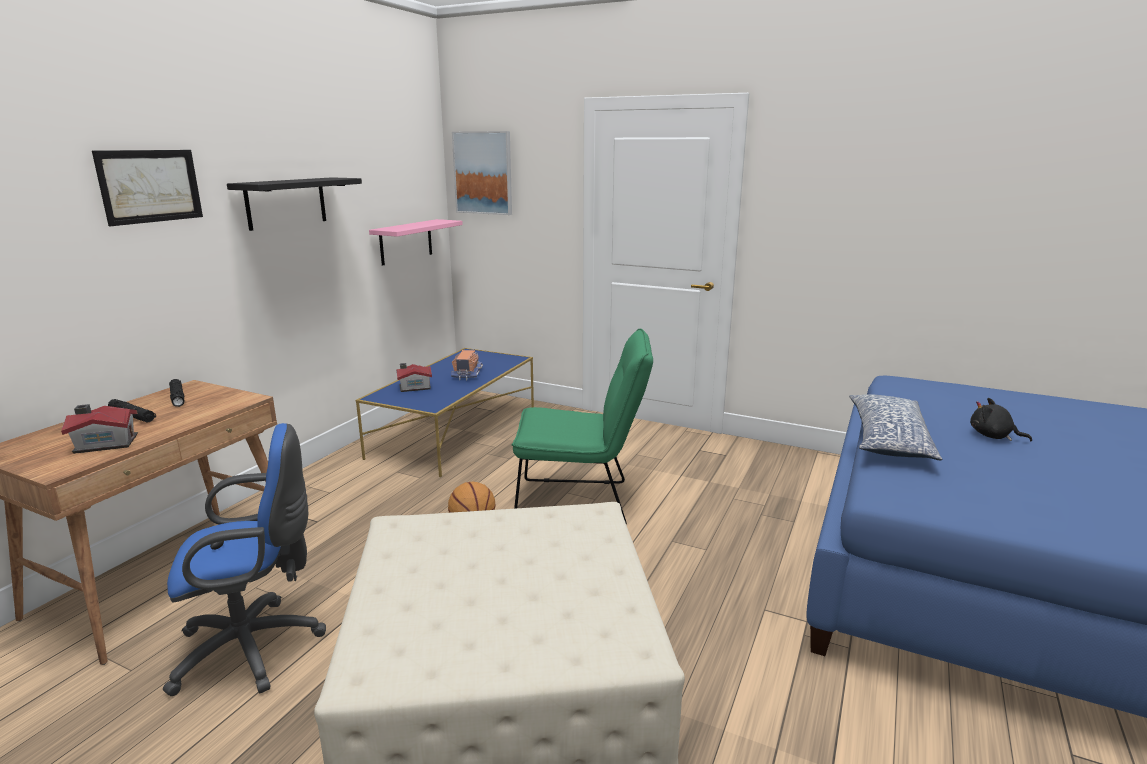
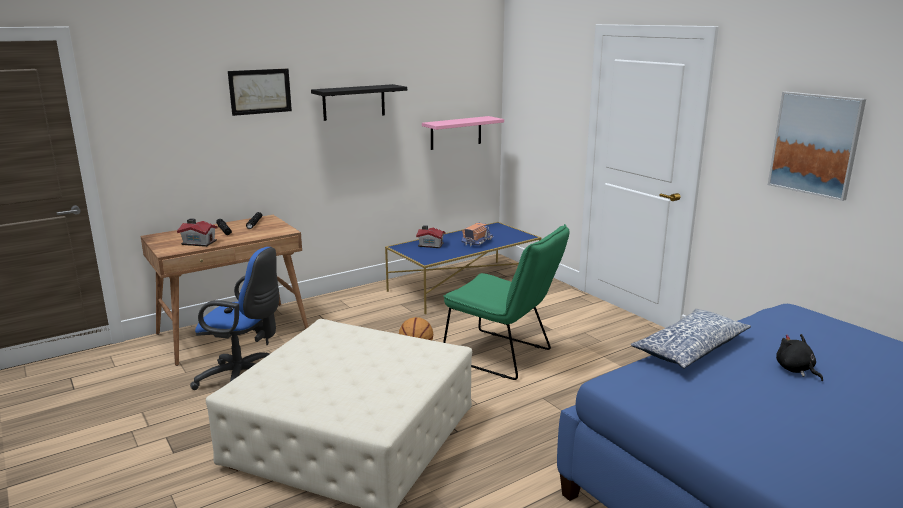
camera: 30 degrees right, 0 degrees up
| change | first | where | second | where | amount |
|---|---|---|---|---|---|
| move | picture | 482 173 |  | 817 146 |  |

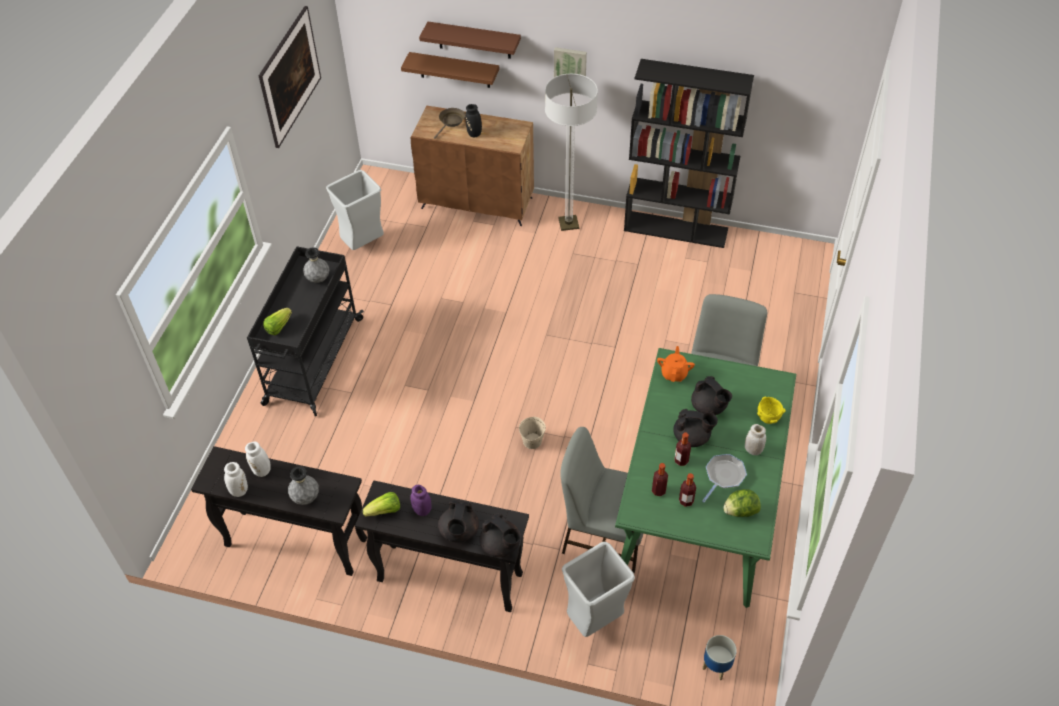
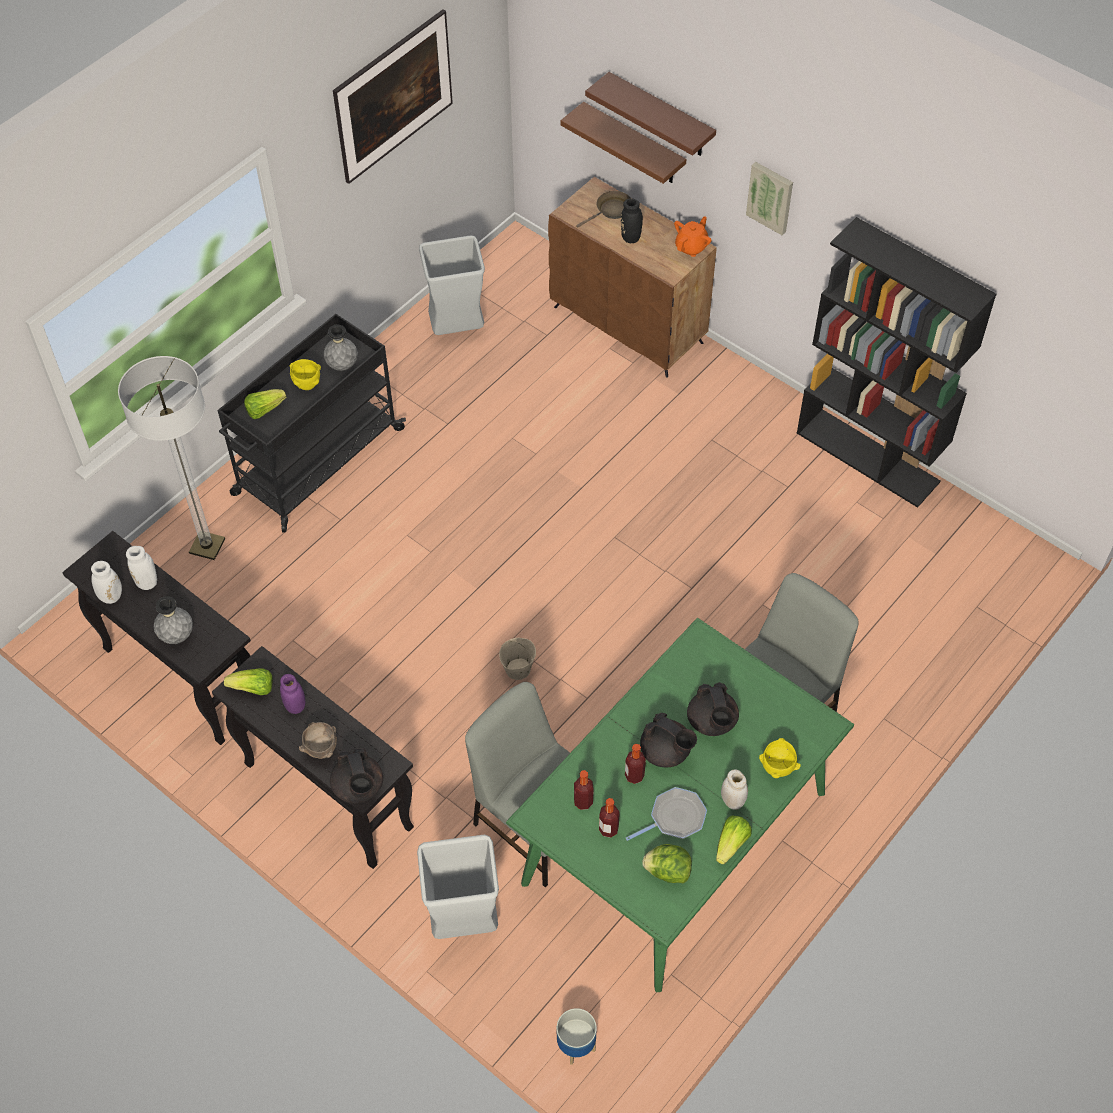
camera: 25 degrees right, 5 degrees up
| change | first | where | second | where | amount |
|---|---|---|---|---|---|
| move | floor lamp | 571 152 |  | 171 458 |  |
| insert |  |  | bowl/yellow | 305 374 |  |
| replace | teapot/black | 458 521 | bowl/brown | 318 740 |  |
| move | teapot/orange | 676 364 |  | 692 236 |  |
| insert |  |  | lettuce | 734 840 |  |

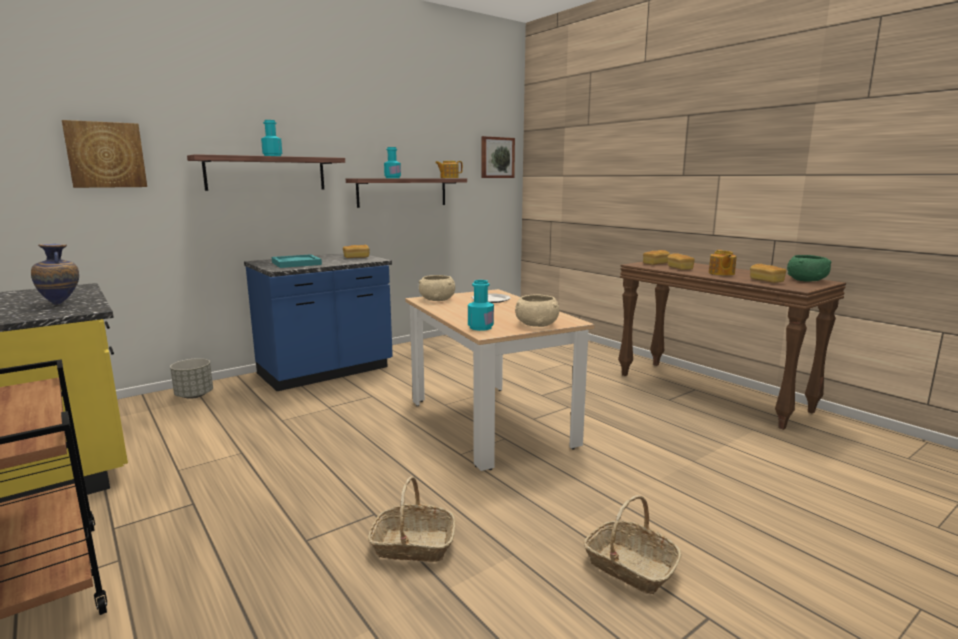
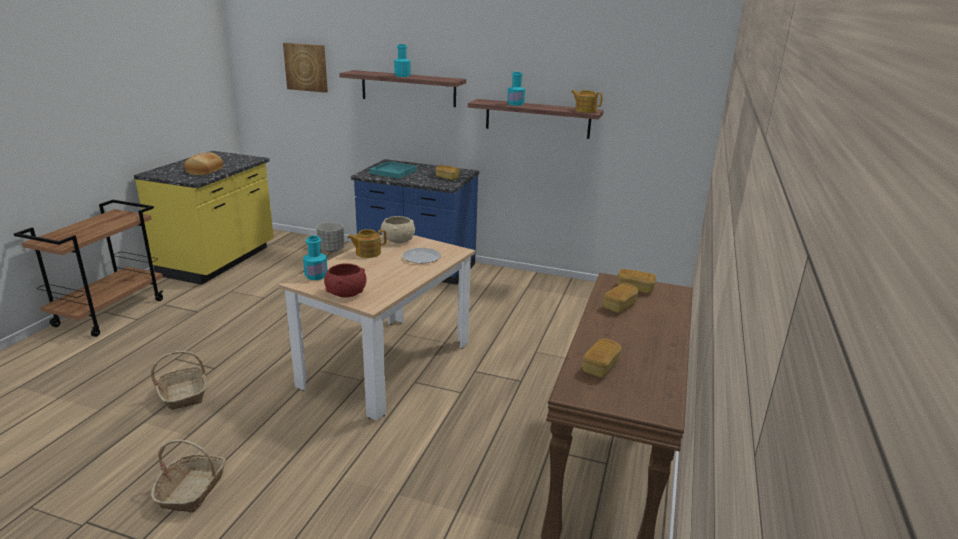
camera: 55 degrees right, 10 degrees up
| change | first | where | second | where | amount |
|---|---|---|---|---|---|
| replace | vase | 55 274 | bread | 203 163 |  |
| recolor | bowl/beige | 537 311 | bowl/red | 345 280 |  |
| move | teapot | 723 263 |  | 366 243 |  |
| delete | picture | 498 157 |  |  |  |
| delete | bowl/green | 809 268 |  |  |  |

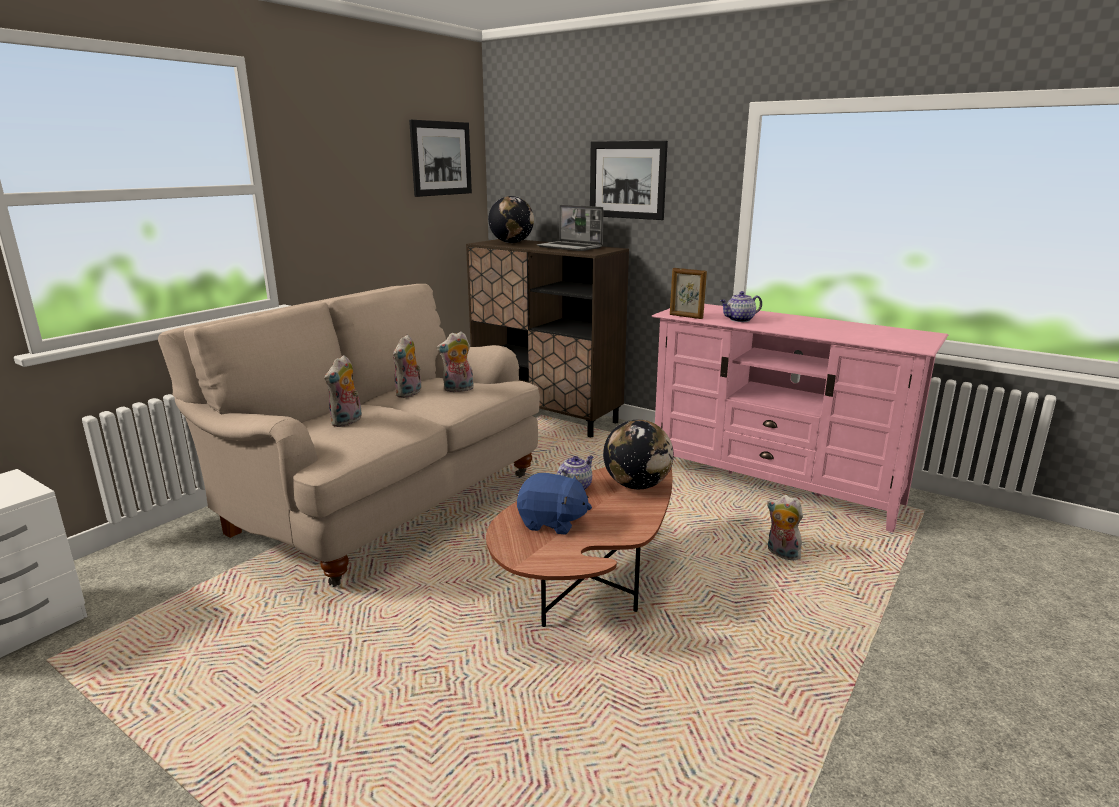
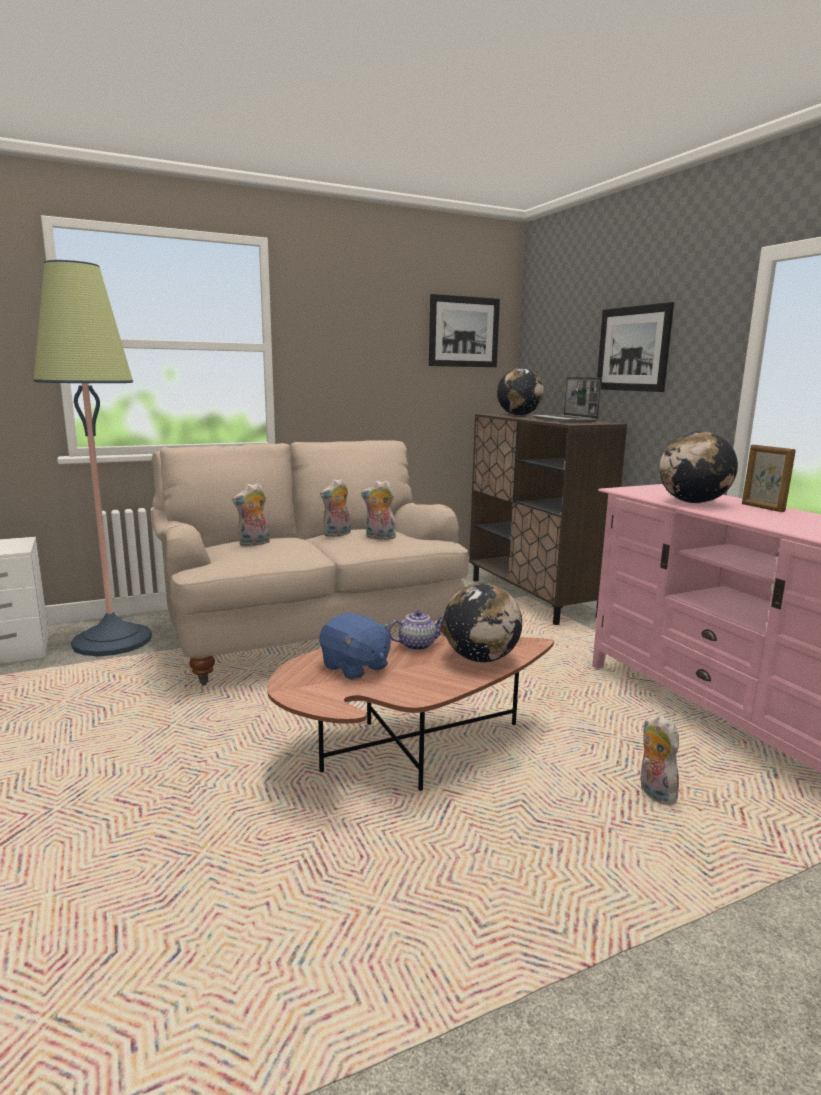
camera: 30 degrees right, 5 degrees down
| change | first | where | second | where | amount |
|---|---|---|---|---|---|
| insert |  |  | floor lamp | 92 458 |  |
| replace | teapot | 741 306 | globe | 698 467 |  |
| move | picture frame | 688 293 |  | 769 478 |  |

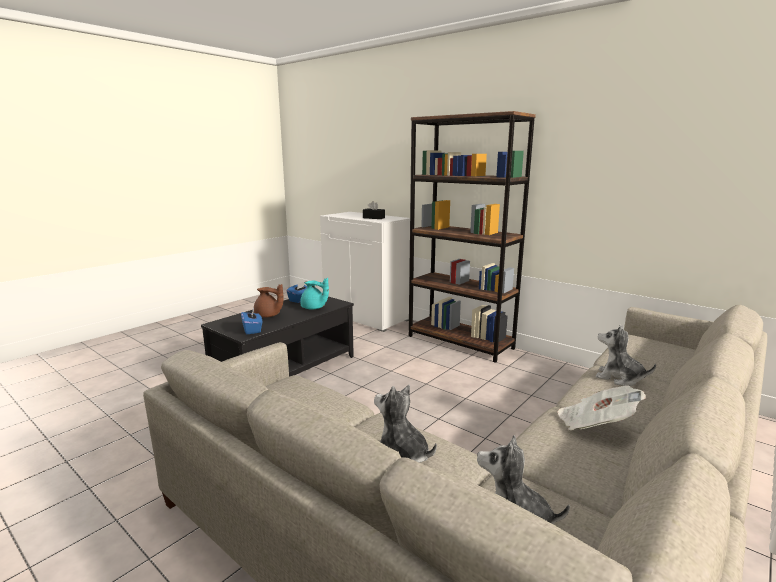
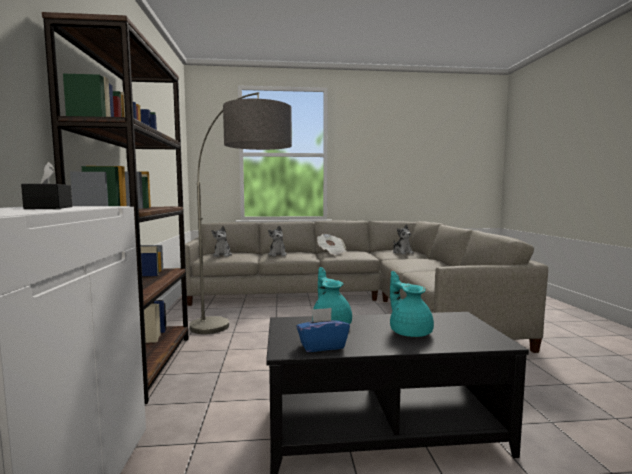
camera: 135 degrees left, 10 degrees down
| change | first | where | second | where | amount |
|---|---|---|---|---|---|
| insert |  |  | floor lamp | 240 213 |  |
| move | plush toy | 405 424 |  | 221 241 |  |
| recolor | teapot/brown | 269 301 | teapot/turquoise | 412 304 |  |
| delete | tissue box/blue | 251 321 |  |  |  |

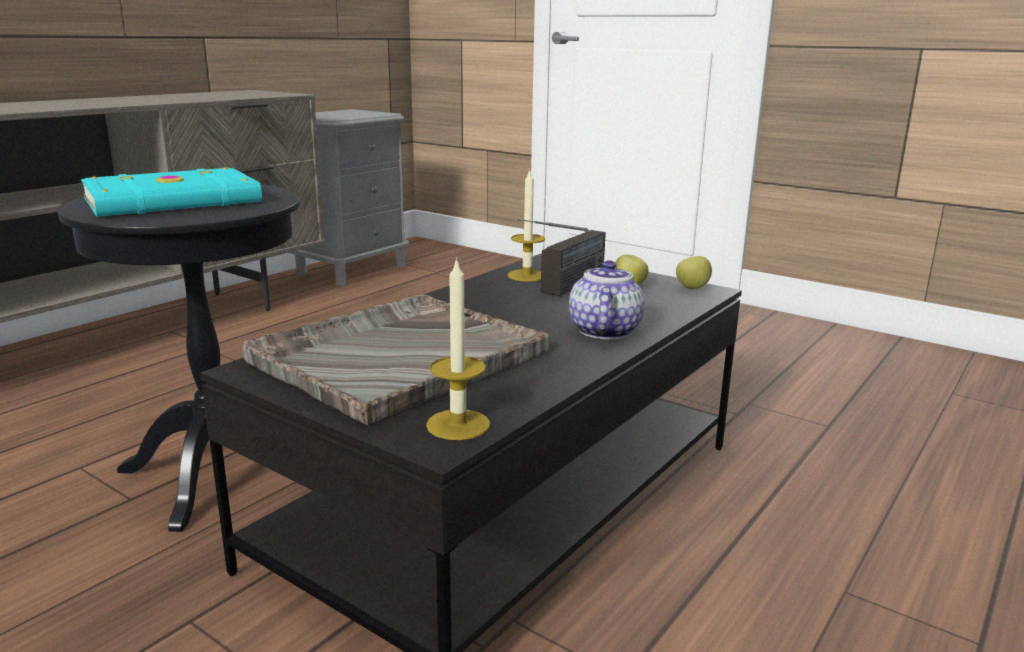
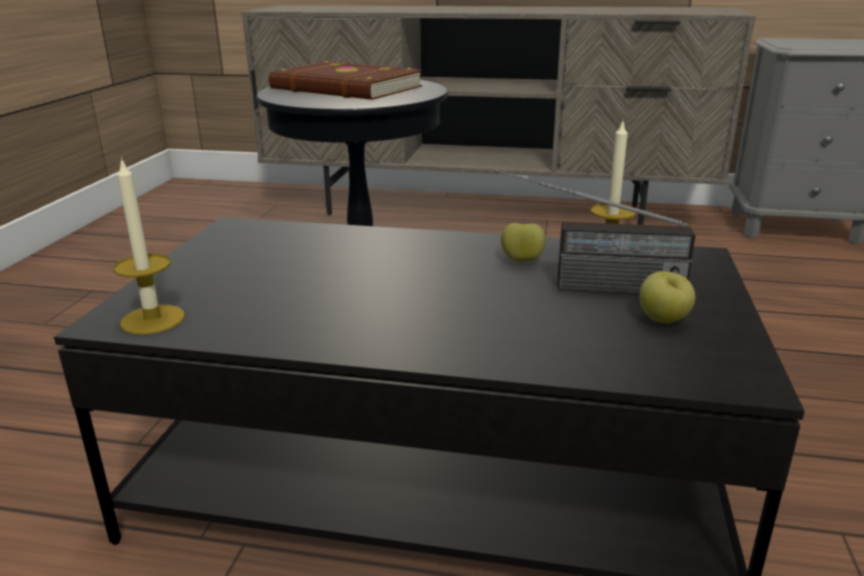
camera: 65 degrees right, 5 degrees up
| change | first | where | second | where | amount |
|---|---|---|---|---|---|
| recolor | book/turquoise | 171 192 | book/brown | 345 80 |  |
| move | apple | 694 272 |  | 523 242 |  |
| delete | tray/grey | 396 360 |  |  |  |
| delete | teapot | 607 300 |  |  |  |

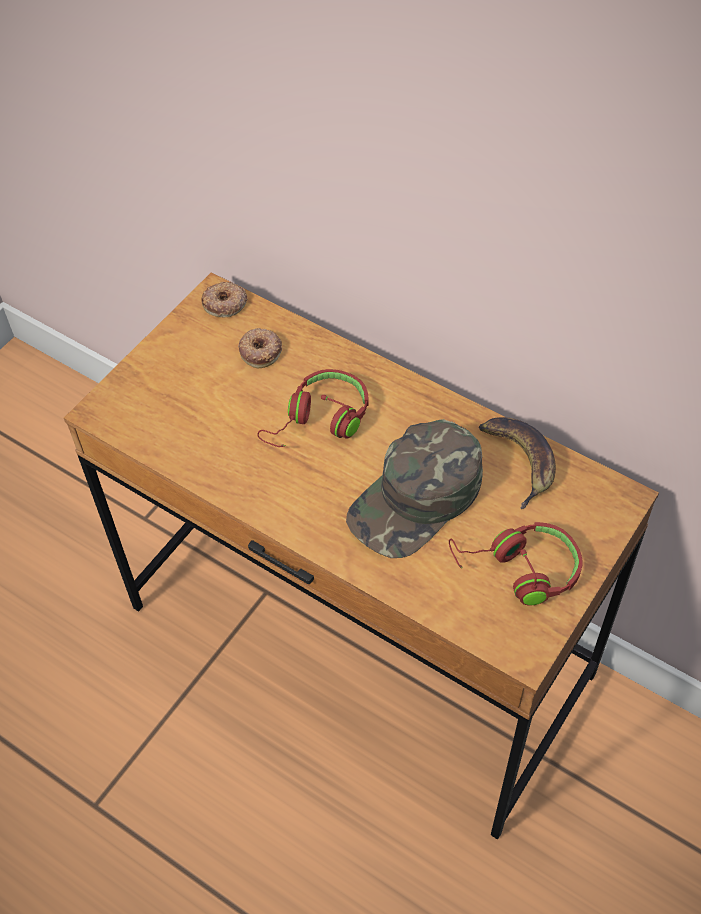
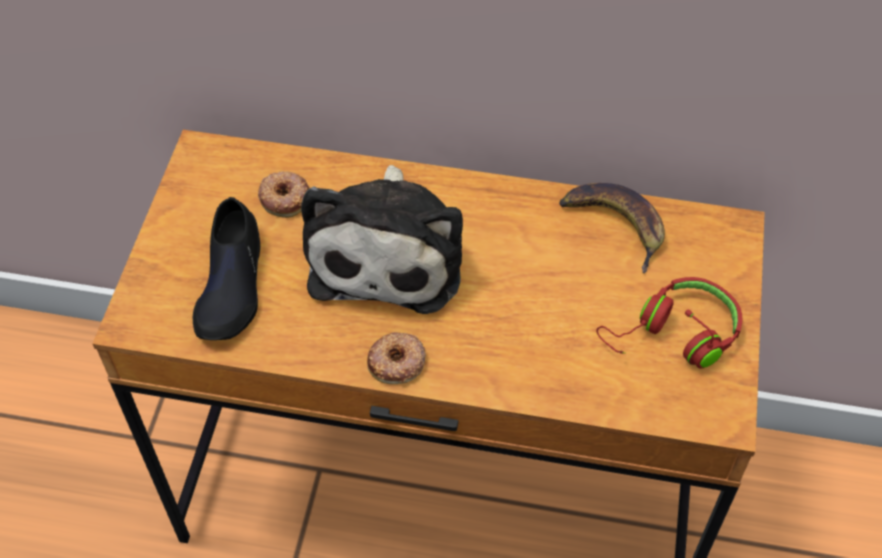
camera: 25 degrees left, 0 degrees up
| change | first | where | second | where | amount |
|---|---|---|---|---|---|
| insert |  |  | shoe/black | 226 268 |  |
| replace | headphones/red | 313 408 | plush toy | 382 239 |  |
| move | donut | 224 299 |  | 396 358 |  |
| delete | cap/green | 414 488 |  |  |  |

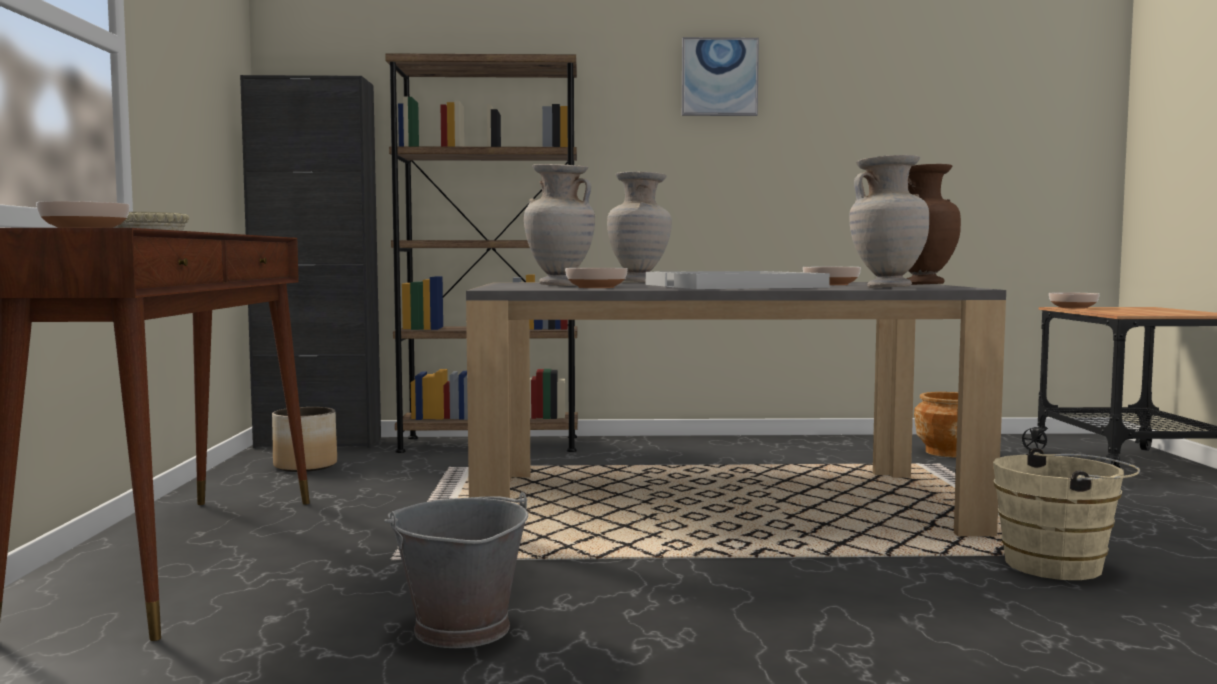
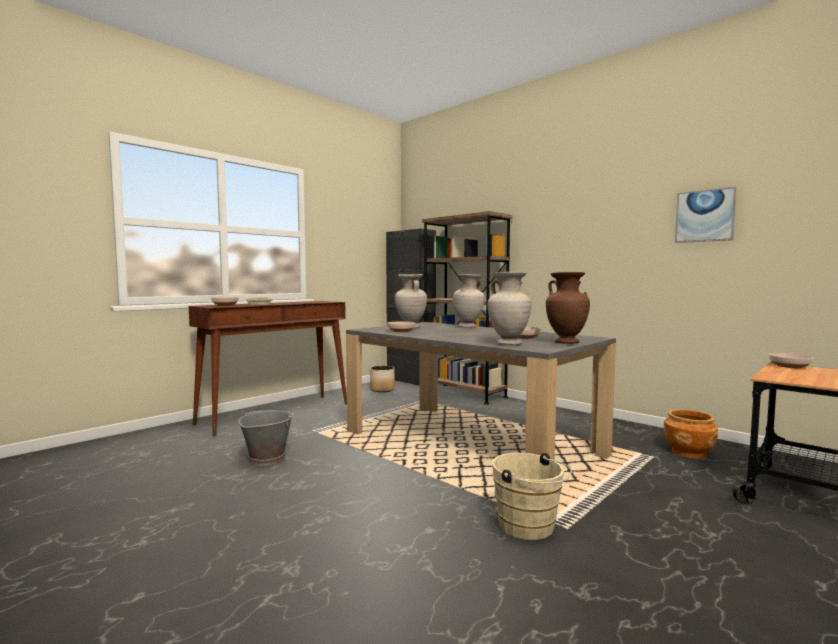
camera: 45 degrees right, 0 degrees up
| change | first | where | second | where | amount |
|---|---|---|---|---|---|
| move | picture | 720 76 |  | 705 215 |  |
| delete | tray/white | 738 280 |  |  |  |

